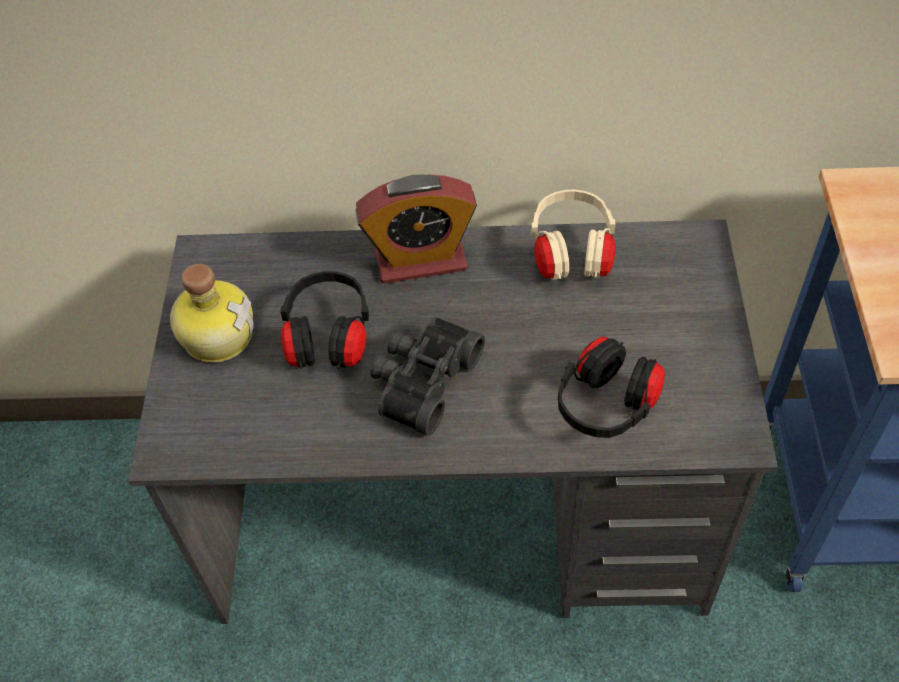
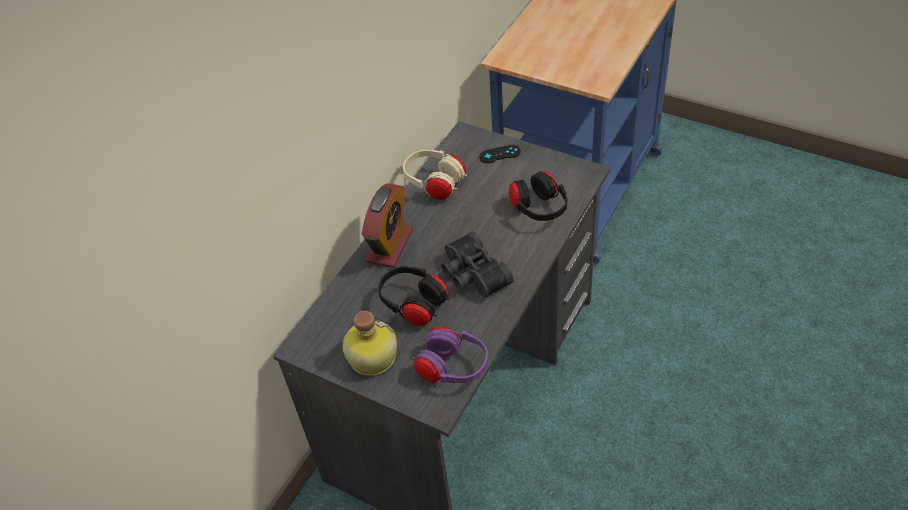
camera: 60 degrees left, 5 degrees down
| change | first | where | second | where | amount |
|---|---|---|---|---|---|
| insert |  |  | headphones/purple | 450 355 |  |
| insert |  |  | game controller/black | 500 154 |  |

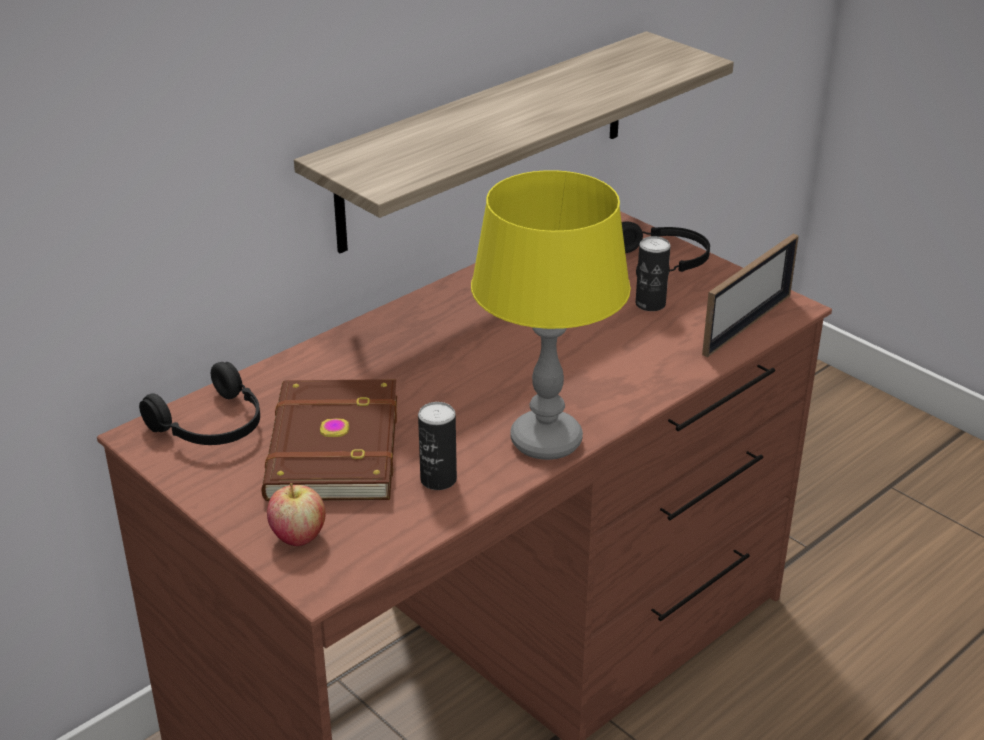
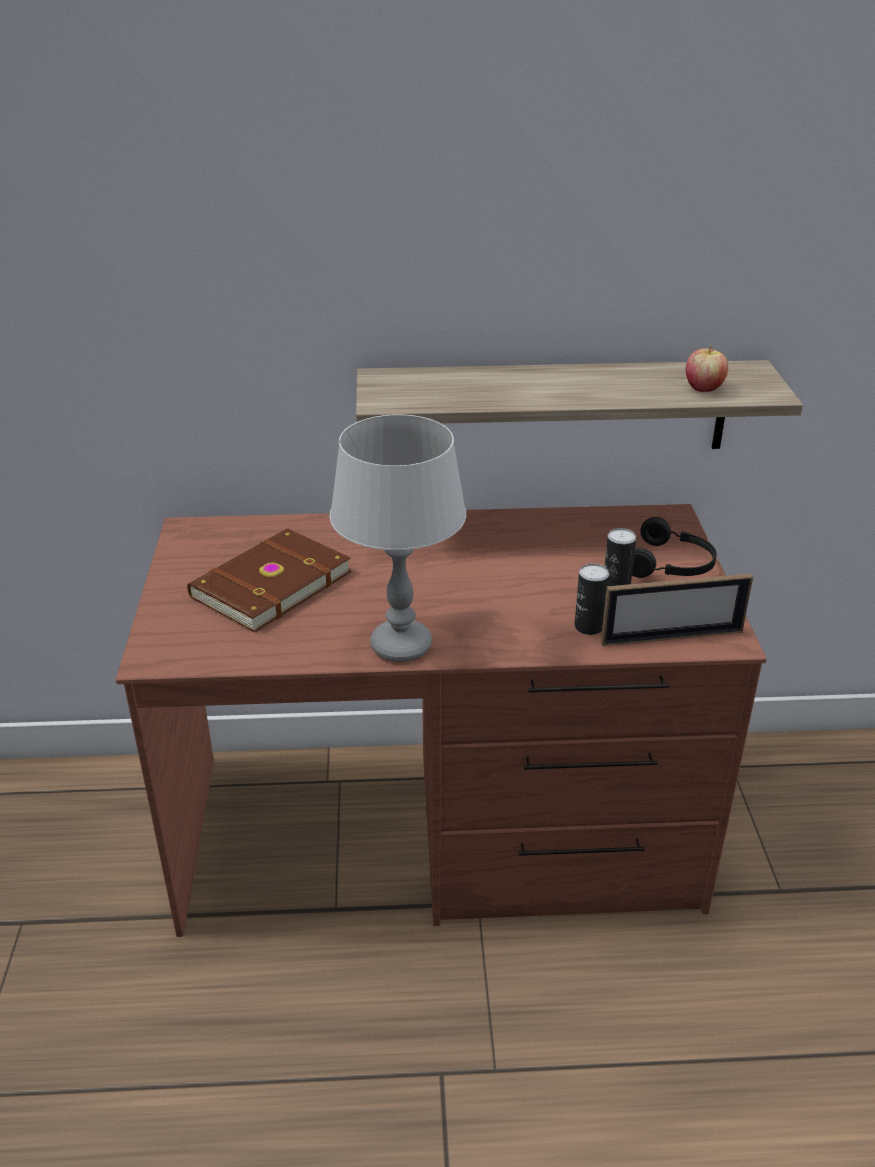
camera: 40 degrees right, 0 degrees up
| change | first | where | second | where | amount |
|---|---|---|---|---|---|
| recolor | table lamp/yellow | 551 315 | table lamp/grey | 397 538 |  |
| move | can | 437 446 |  | 591 599 |  |
| move | apple | 296 514 |  | 707 368 |  |
| delete | headphones/black | 199 403 |  |  |  |

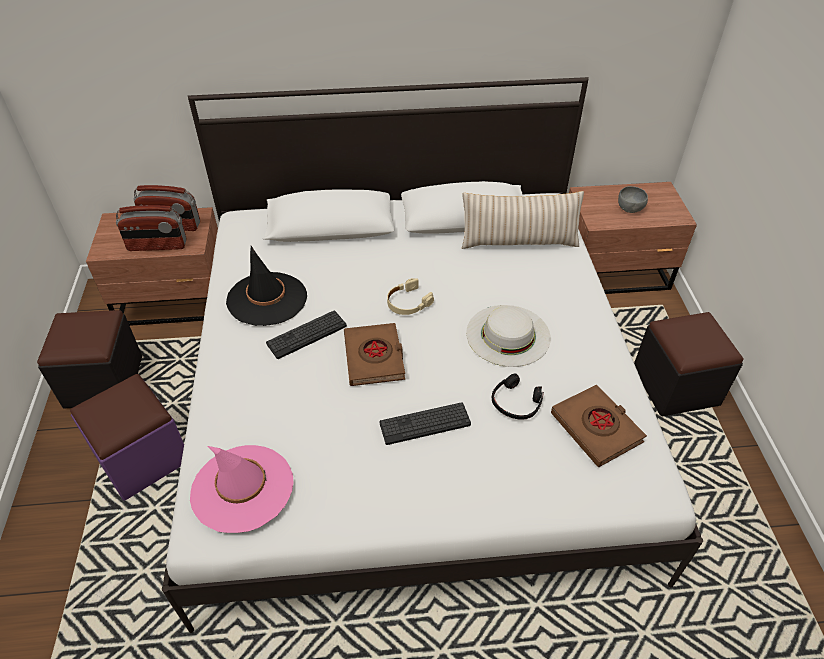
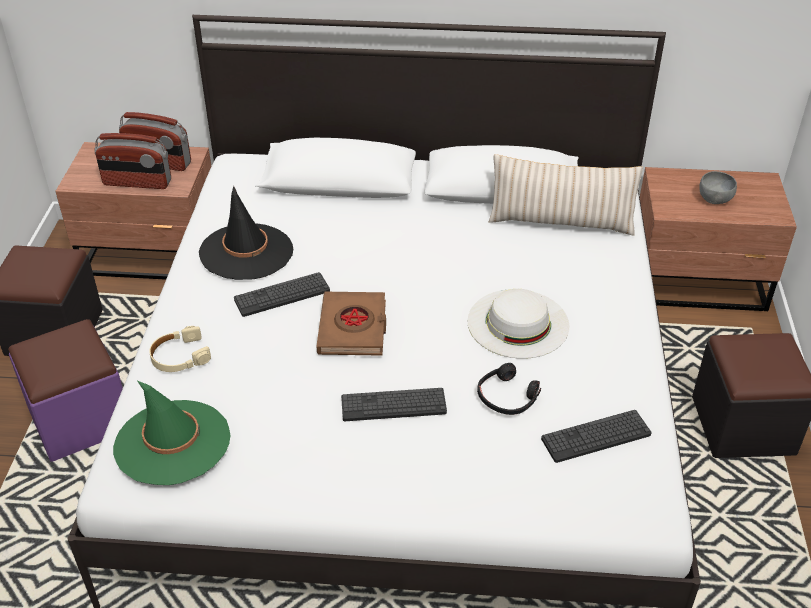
camera: 10 degrees right, 5 degrees down
| change | first | where | second | where | amount |
|---|---|---|---|---|---|
| recolor | hat/pink | 242 489 | hat/green | 172 433 |  |
| move | headphones/beige | 410 296 |  | 180 349 |  |
| replace | book/brown | 599 426 | keyboard | 596 436 |  |

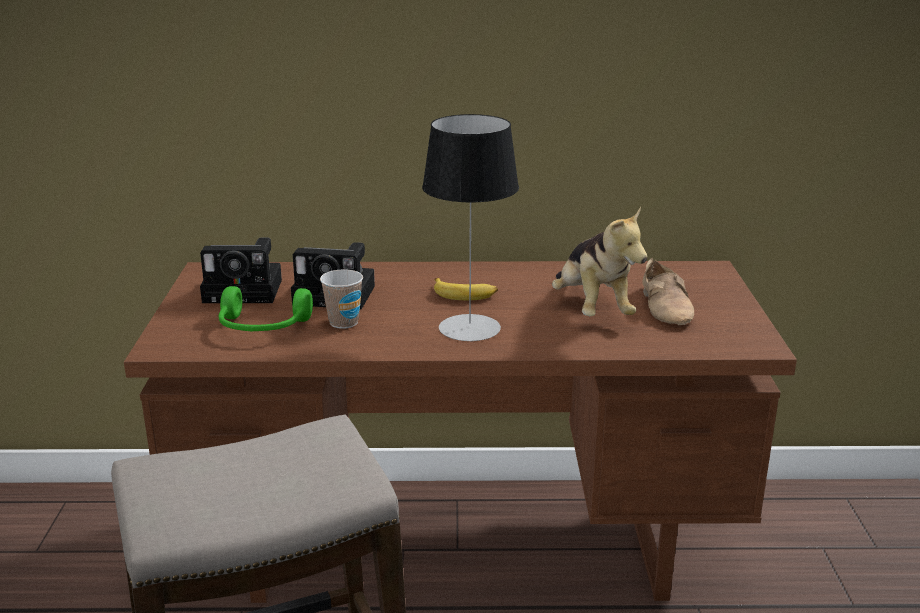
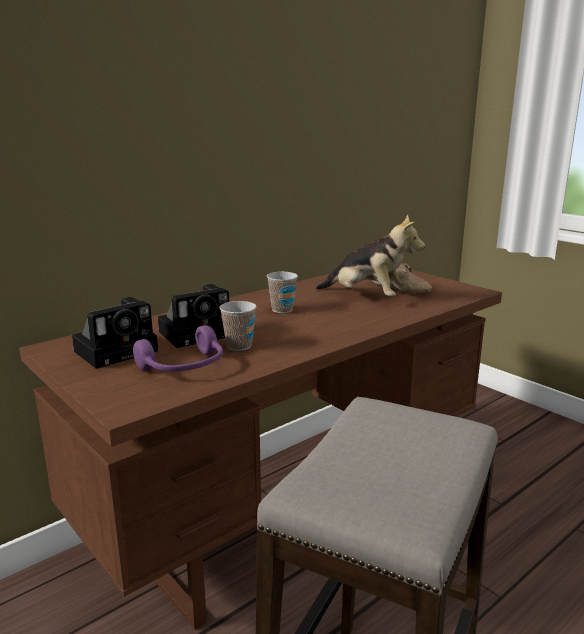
camera: 40 degrees left, 5 degrees down
| change | first | where | second | where | amount |
|---|---|---|---|---|---|
| recolor | headphones/green | 266 309 | headphones/purple | 178 348 |  |
| replace | banana | 466 289 | cup | 282 292 |  |
| delete | table lamp | 470 227 |  |  |  |

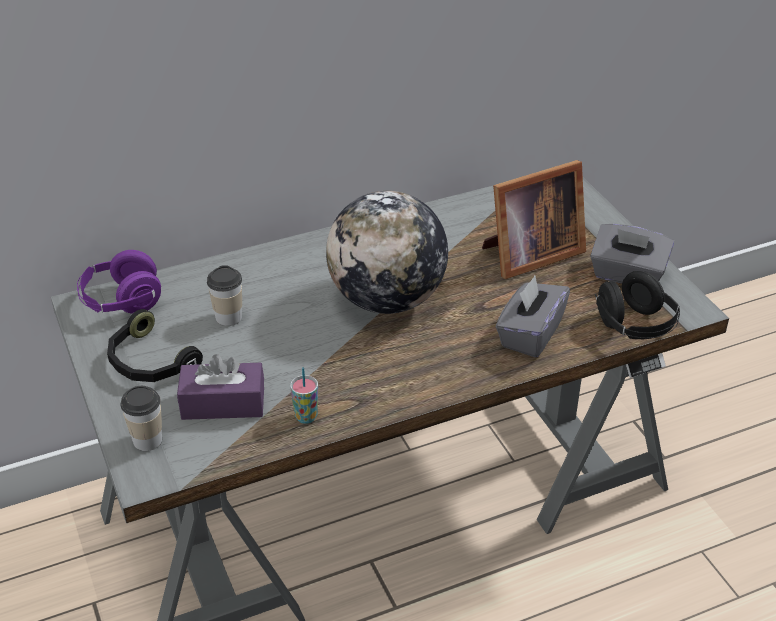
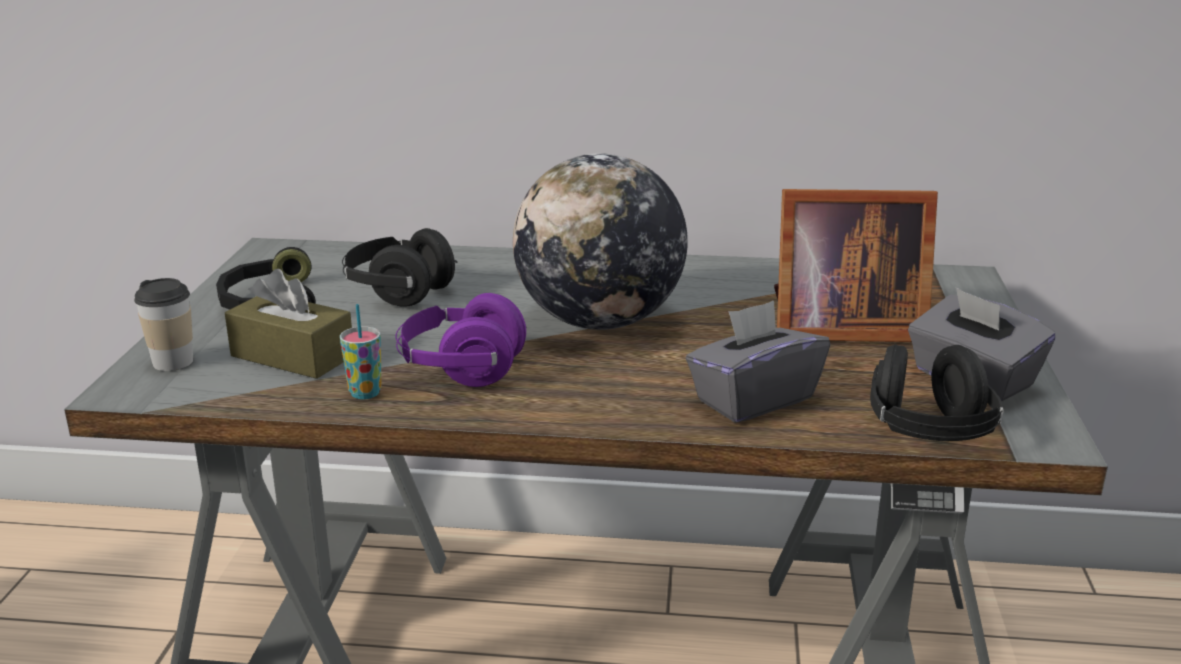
camera: 30 degrees right, 15 degrees down
| change | first | where | second | where | amount |
|---|---|---|---|---|---|
| recolor | tissue box/purple | 220 387 | tissue box/brown | 288 324 |  |
| replace | cup | 224 295 | headphones/black | 400 267 |  |
| move | headphones/purple | 119 282 |  | 460 340 |  |

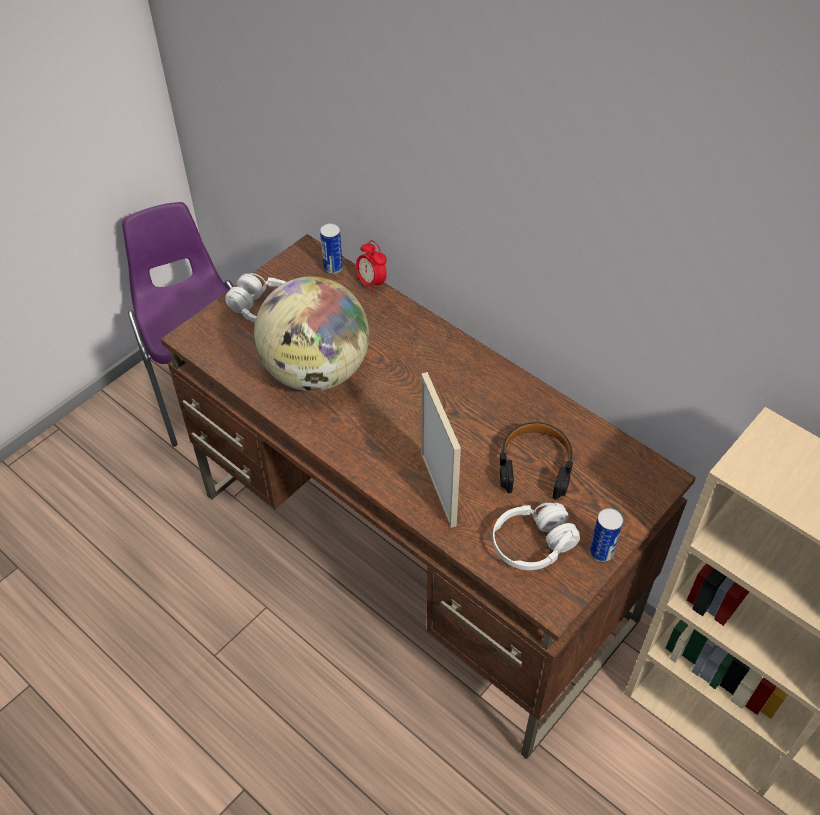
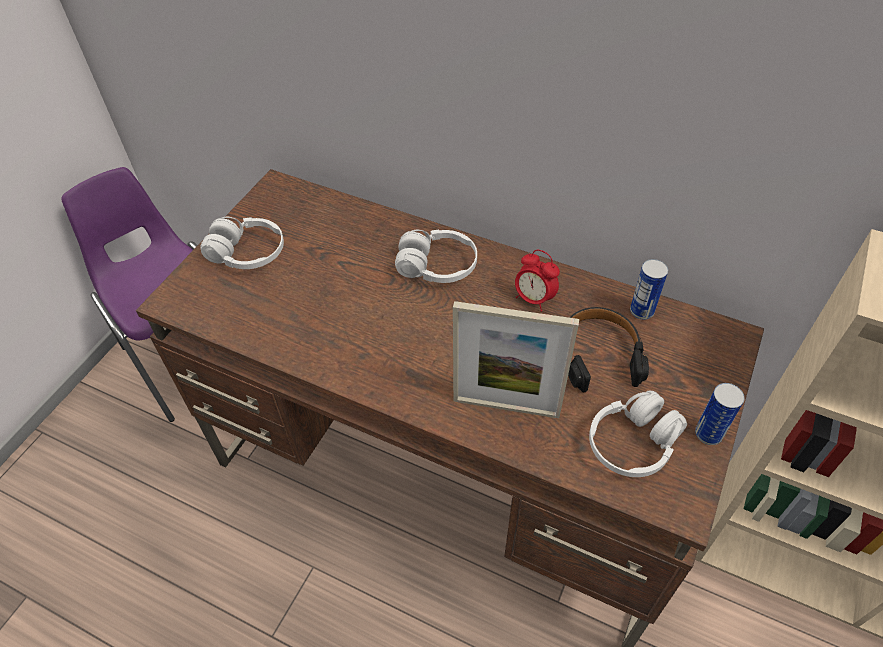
camera: 15 degrees left, 0 degrees up
| change | first | where | second | where | amount |
|---|---|---|---|---|---|
| insert |  |  | headphones/white | 436 256 |  |
| rotate | picture frame | 441 450 |  | 516 359 | 135 degrees clockwise |
| move | alarm clock | 371 266 |  | 537 281 |  |
| move | can | 331 248 |  | 649 289 |  |
| delete | globe | 311 333 |  |  |  |

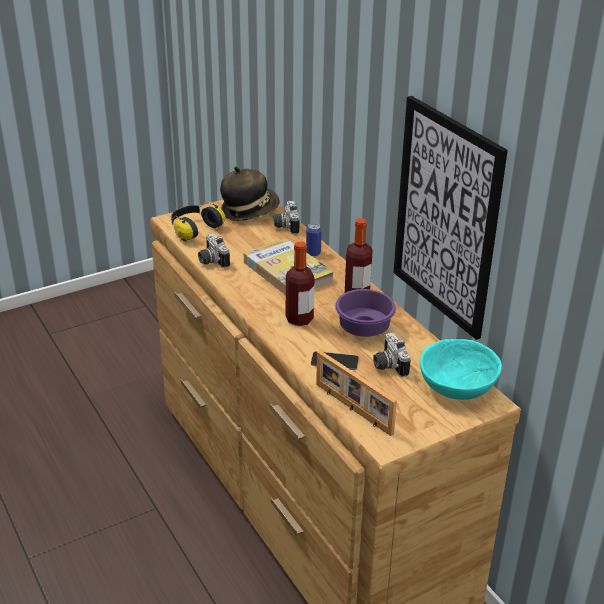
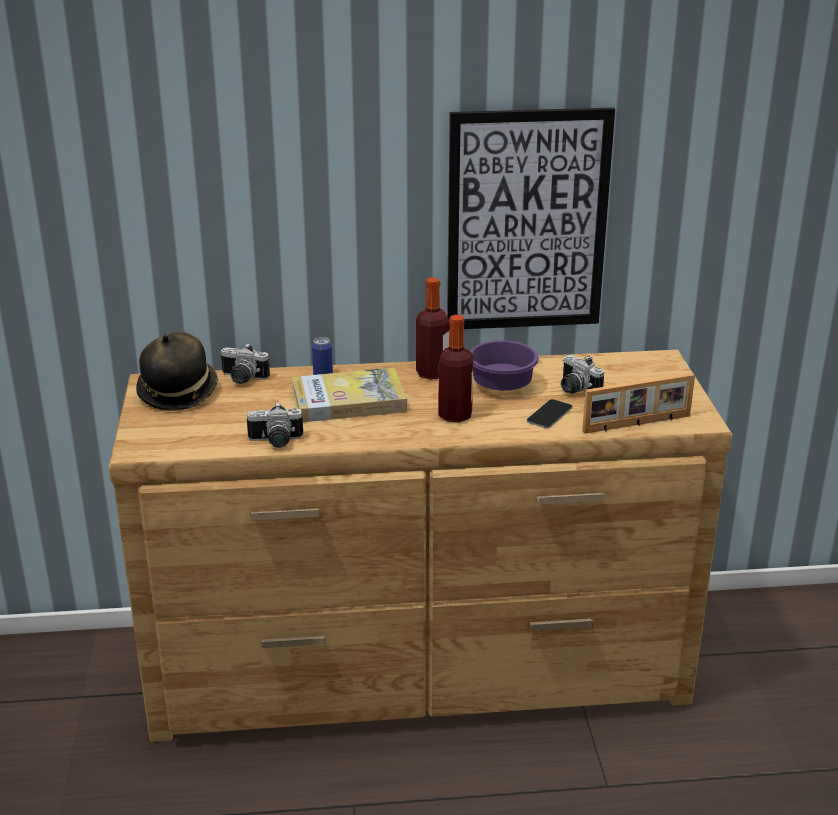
camera: 65 degrees left, 5 degrees down
| change | first | where | second | where | amount |
|---|---|---|---|---|---|
| rotate | photo camera | 391 354 |  | 582 374 | 45 degrees clockwise |
| delete | headphones | 198 222 |  |  |  |
| delete | bowl/turquoise | 461 369 |  |  |  |

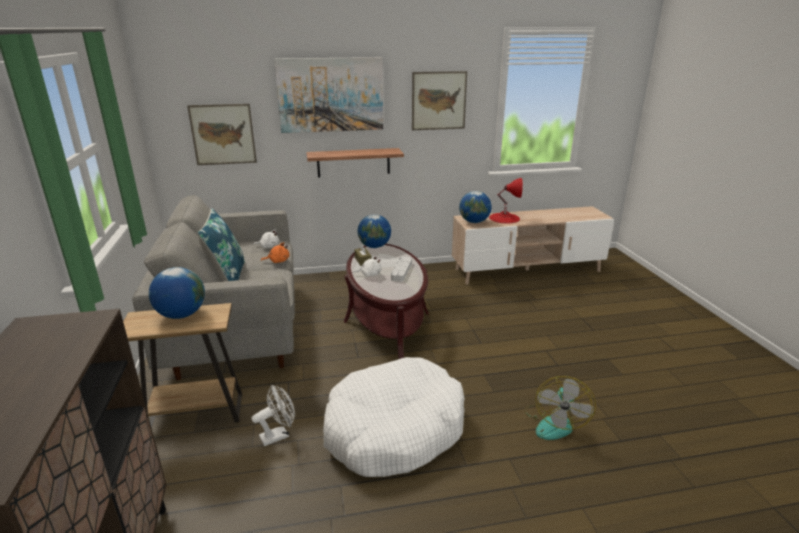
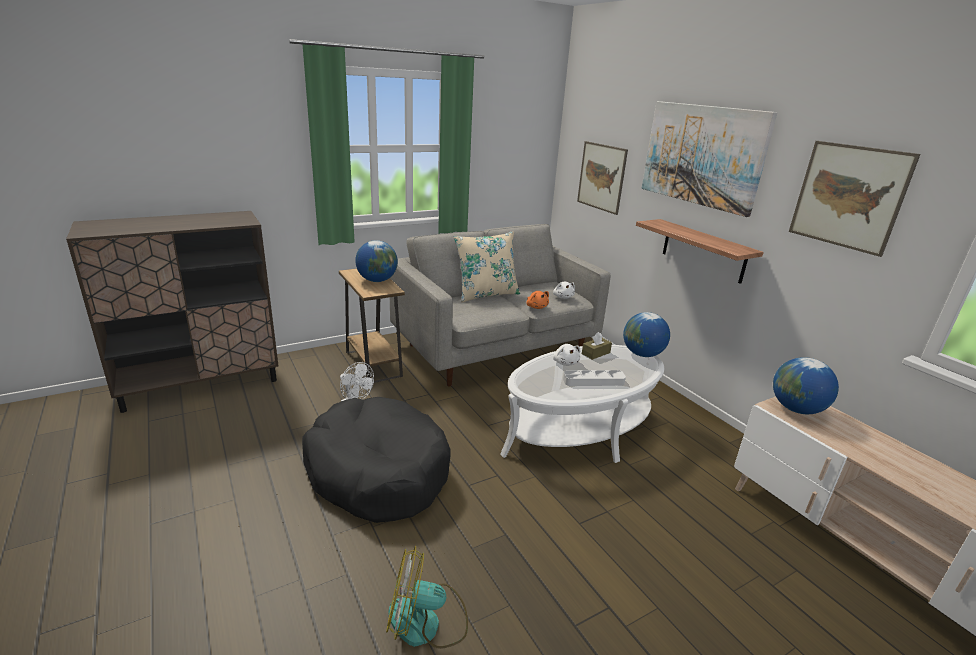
camera: 70 degrees right, 0 degrees up
| change | first | where | second | where | amount |
|---|---|---|---|---|---|
| recolor | dog bed/white | 394 417 | dog bed/black | 376 460 |  |
| recolor | pillow/blue | 221 244 | pillow/beige | 487 266 |  |
| recolor | coffee table/brown | 386 301 | coffee table/white | 582 404 |  |
| delete | table lamp/red | 506 201 |  |  |  |

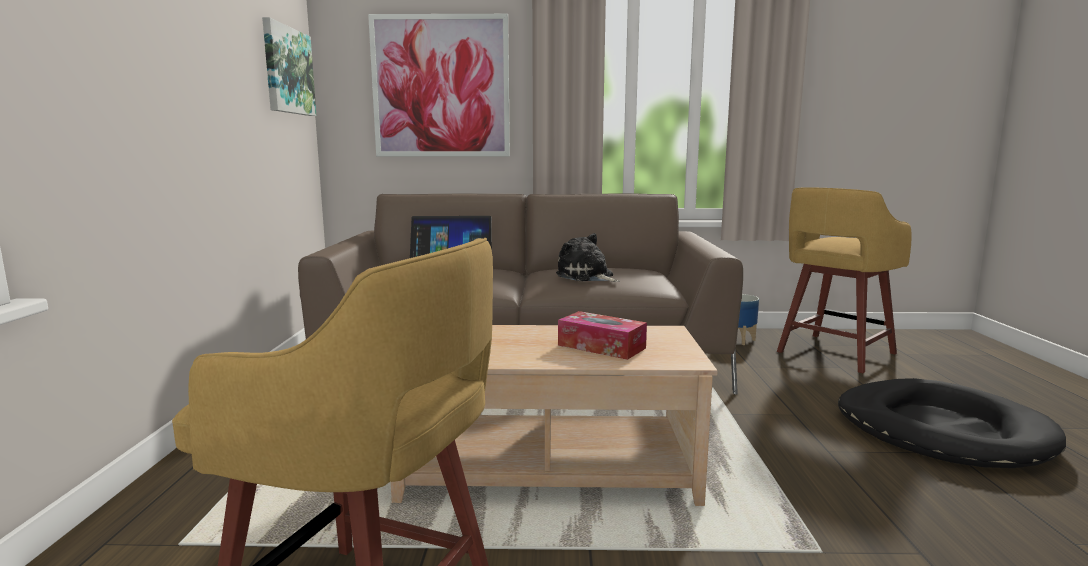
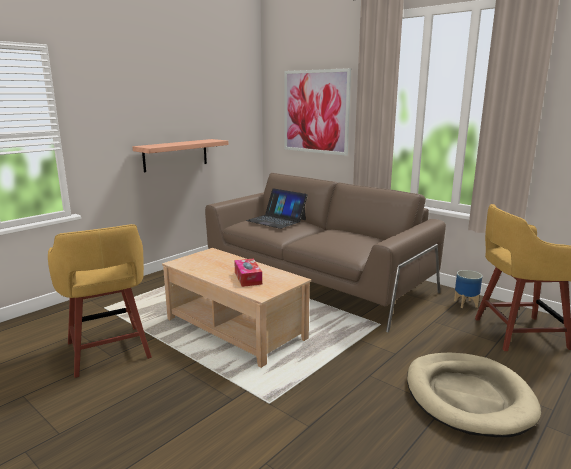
camera: 40 degrees right, 5 degrees up
| change | first | where | second | where | amount |
|---|---|---|---|---|---|
| insert |  |  | shelf | 180 156 |  |
| recolor | dog bed/black | 952 423 | dog bed/beige | 474 395 |  |
| delete | picture | 289 66 |  |  |  |
| delete | plush toy | 587 257 |  |  |  |

